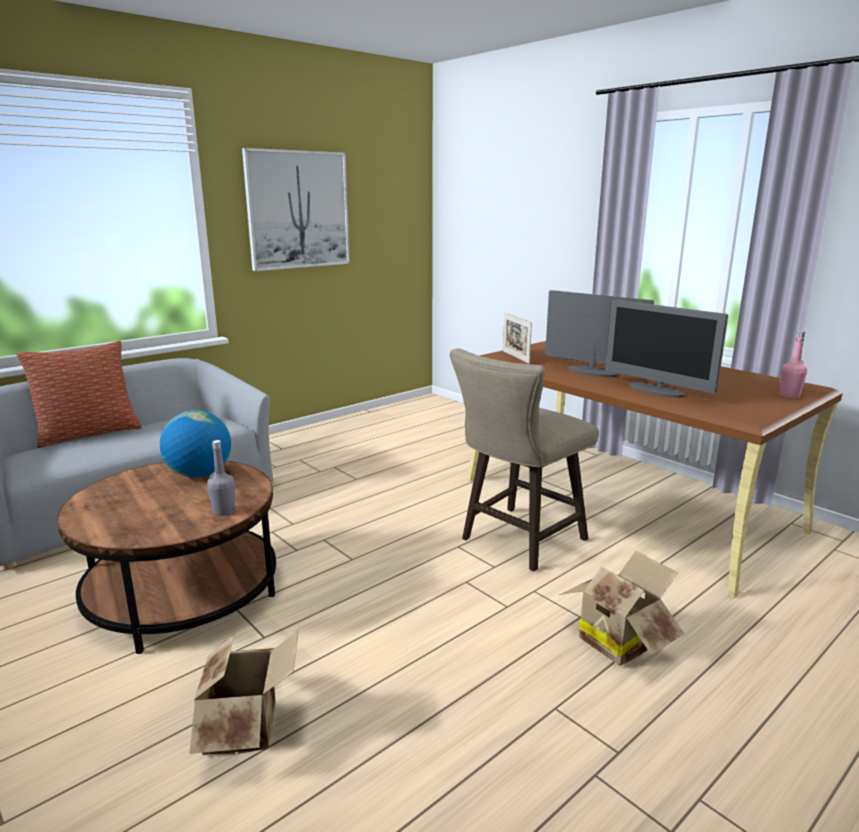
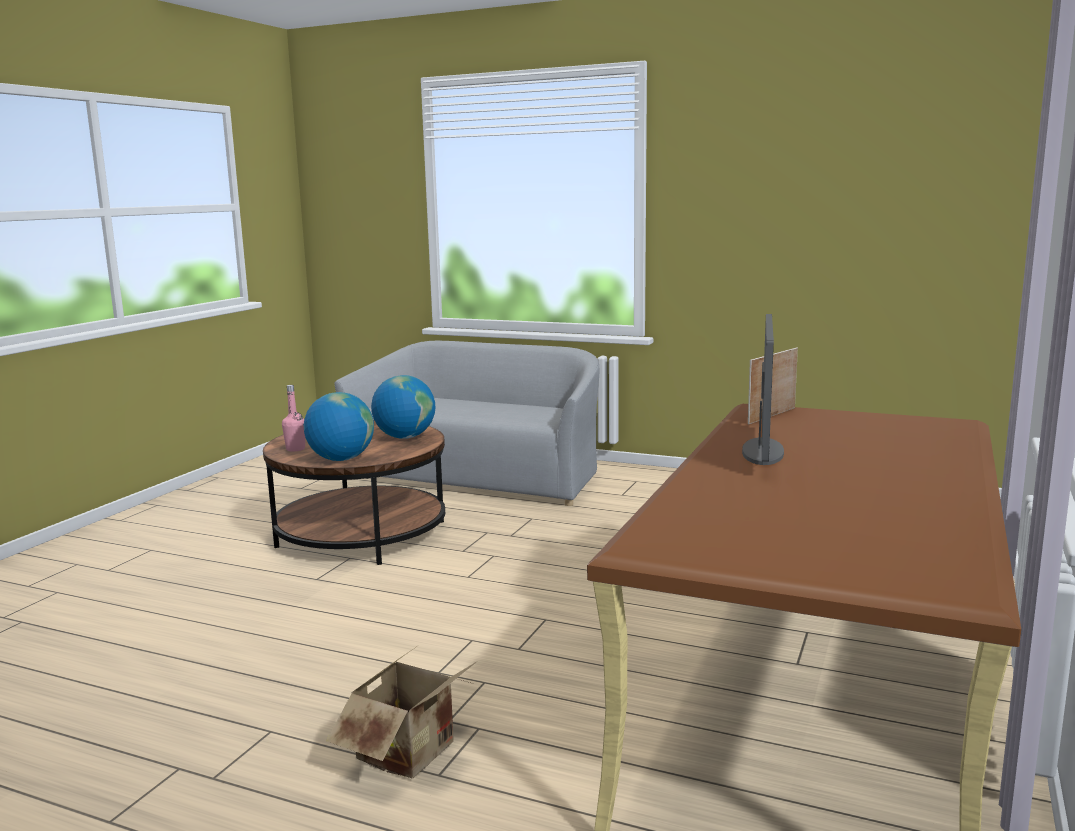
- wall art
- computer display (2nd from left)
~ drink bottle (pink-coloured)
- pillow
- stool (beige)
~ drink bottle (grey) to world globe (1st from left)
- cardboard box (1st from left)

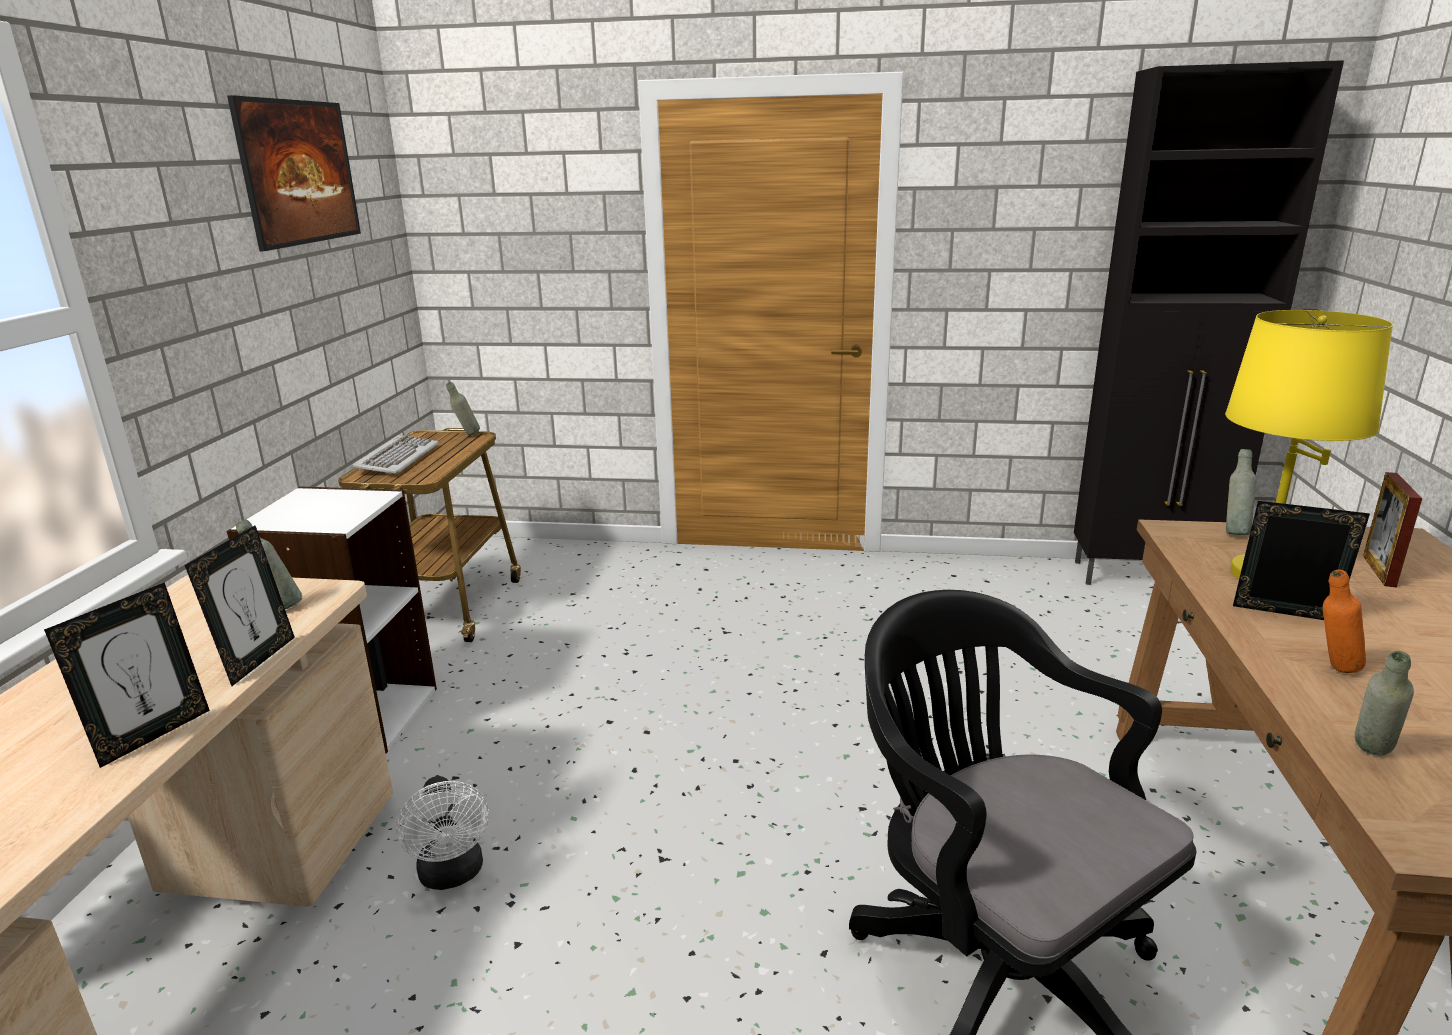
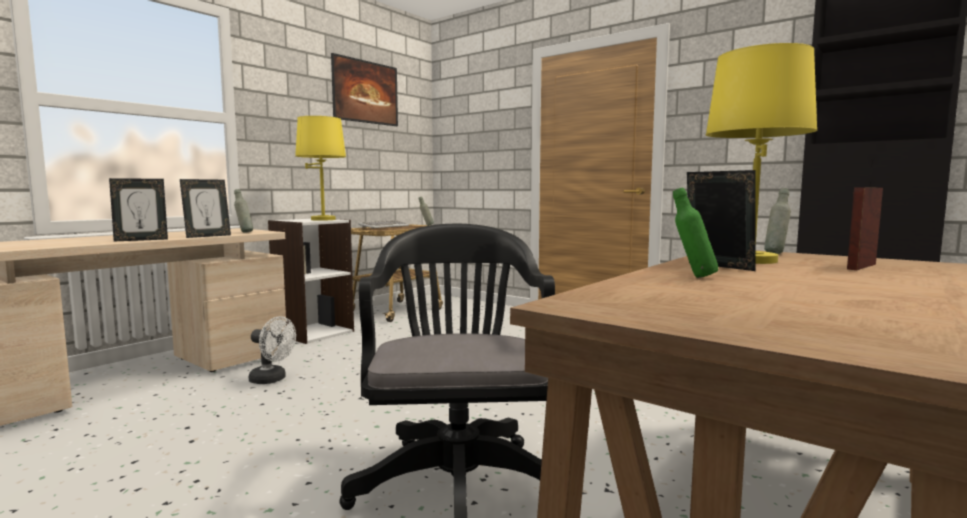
~ drink bottle (orange-coloured) to drink bottle (greenish)
- drink bottle (grey) (4th from left)
~ electric fan (whitish) 75 degrees counterclockwise
+ tabletop lamp (yellowish) (1st from left)

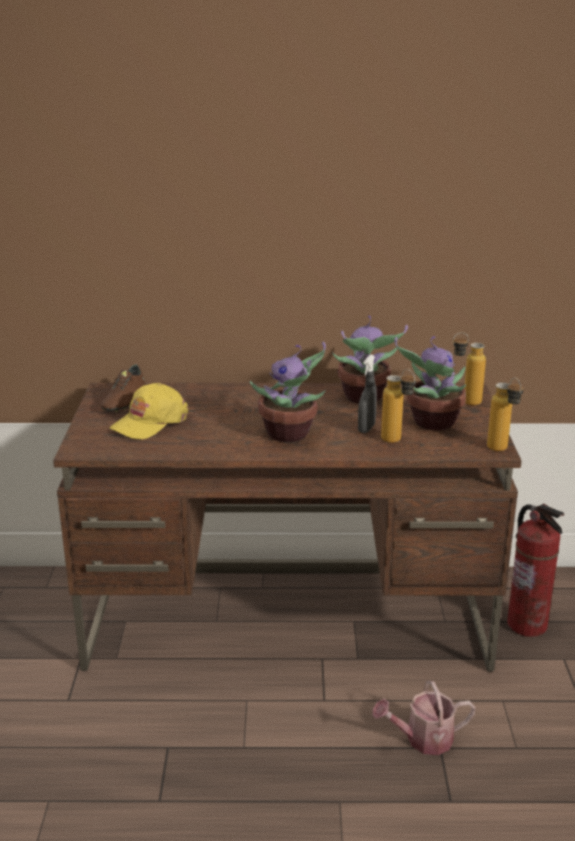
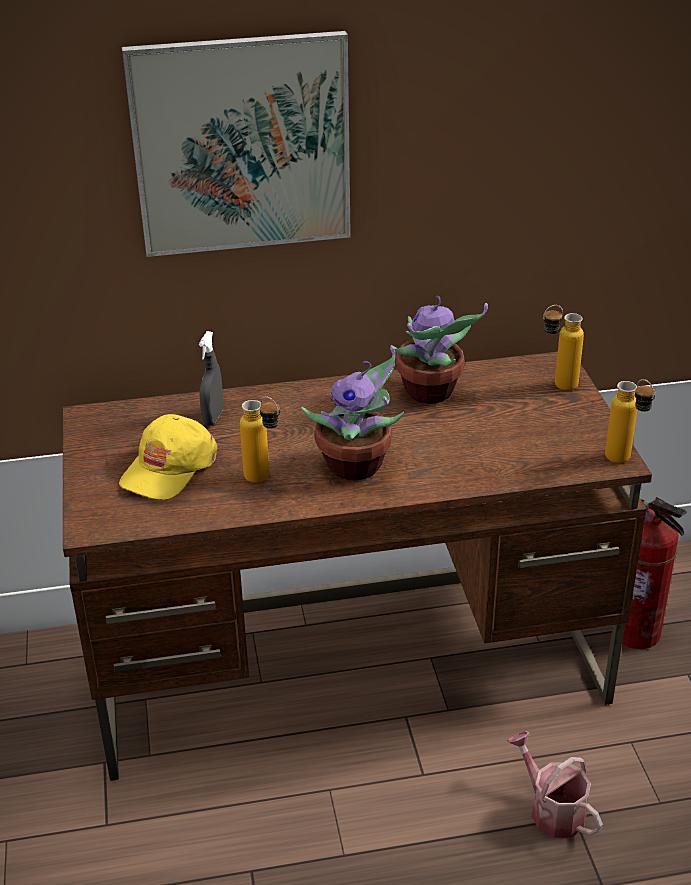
- potted plant (3rd from left)
~ hand sprayer (grey)
- item of footwear (brownish)
~ drink bottle (1st from left)
~ watering pot 75 degrees clockwise
+ wall art

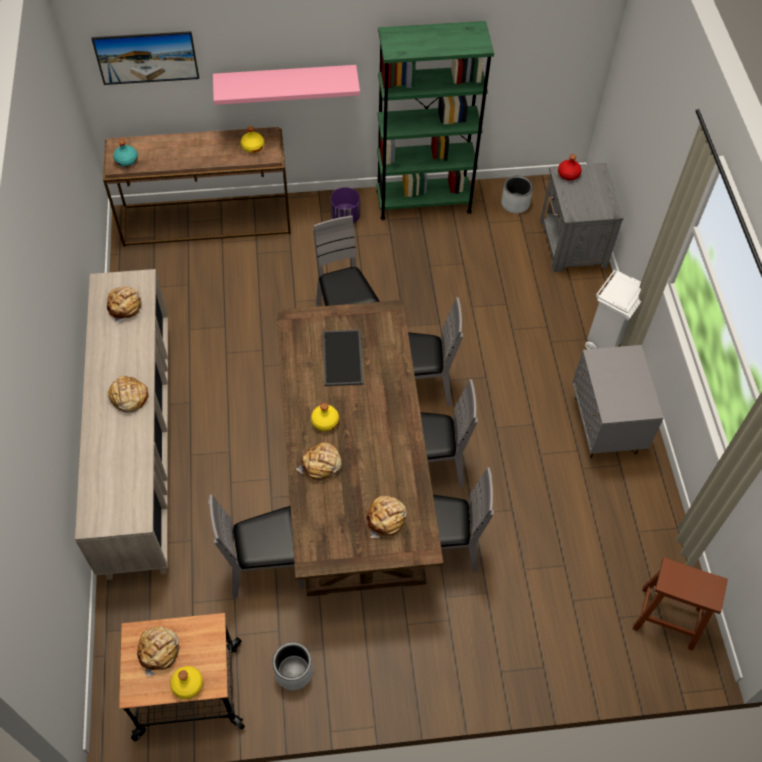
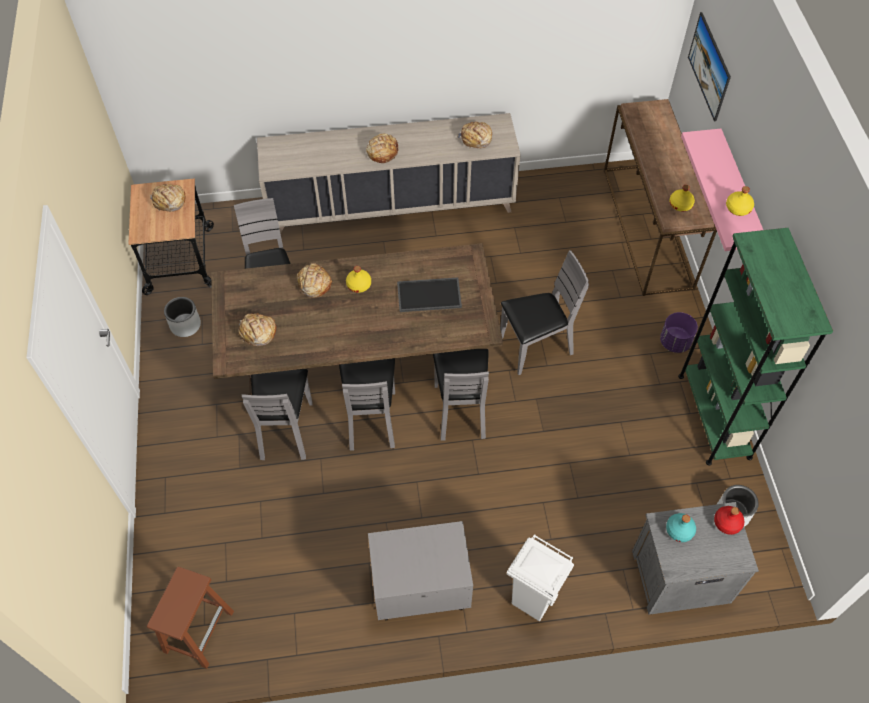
~ drink bottle (blue-green)
~ drink bottle (yellowish) (1st from left in the first image) to drink bottle (yellowish) (3rd from left)

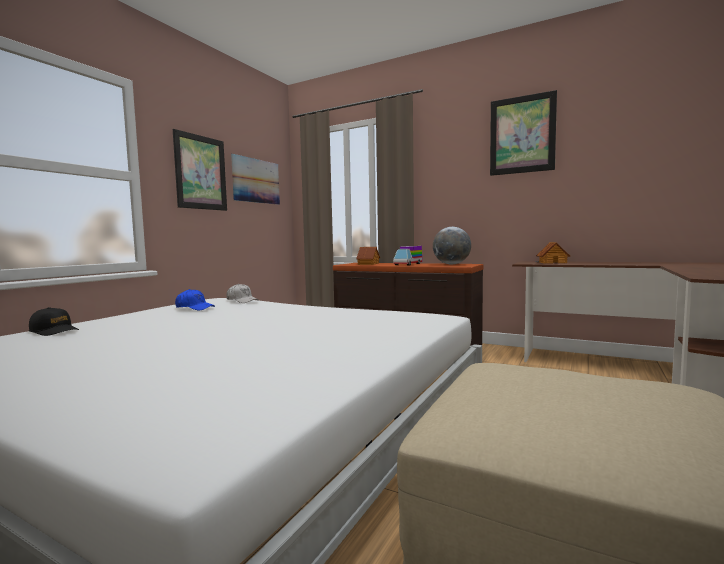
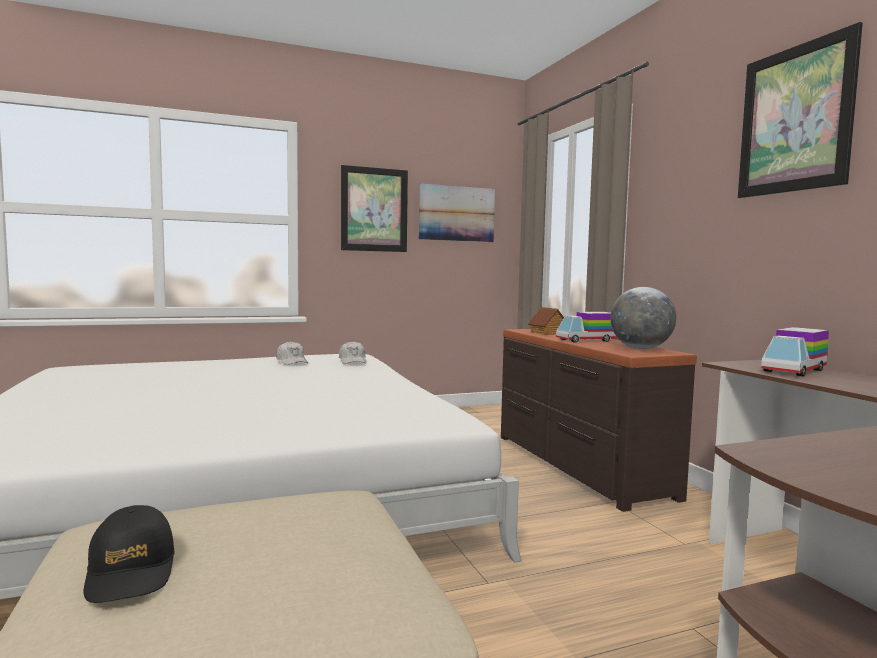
~ miniature house (2nd from left) to model truck (2nd from left)
~ cap (bluish) to cap (whitish) (1st from left)
~ cap (blackish)

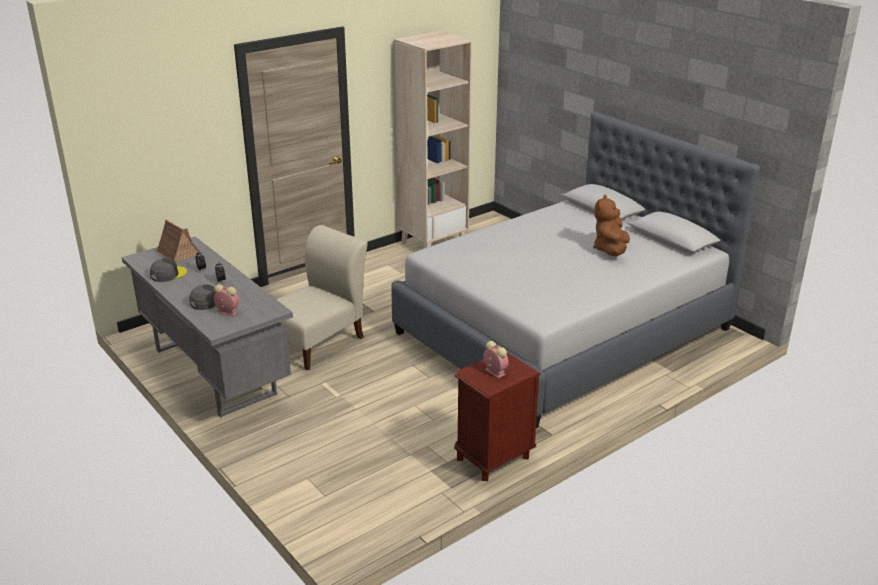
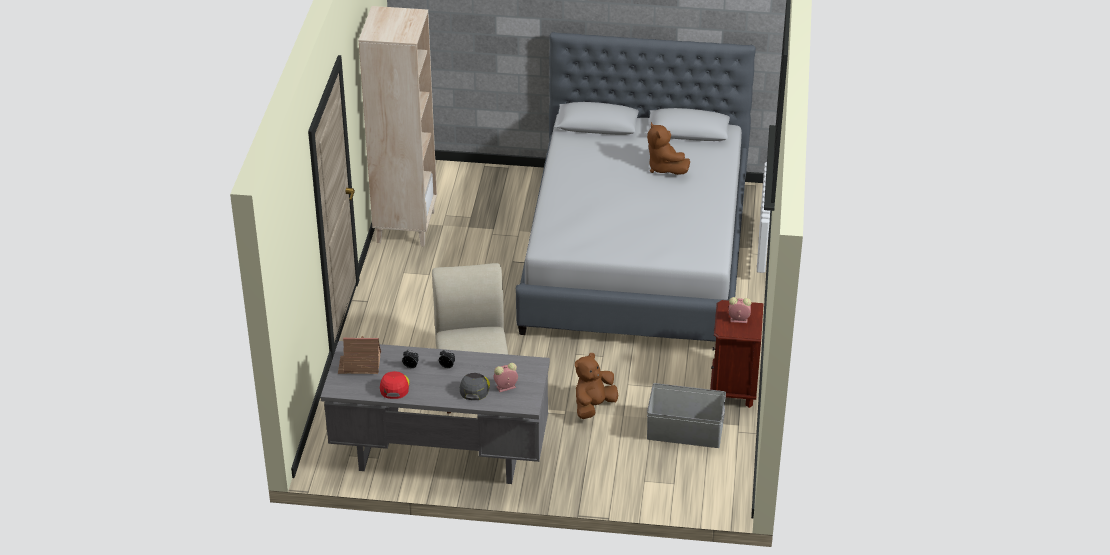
~ cap (grey) (1st from left) to cap (red-coloured)
+ plush toy (brownish) (1st from left)
+ storage container (grey)

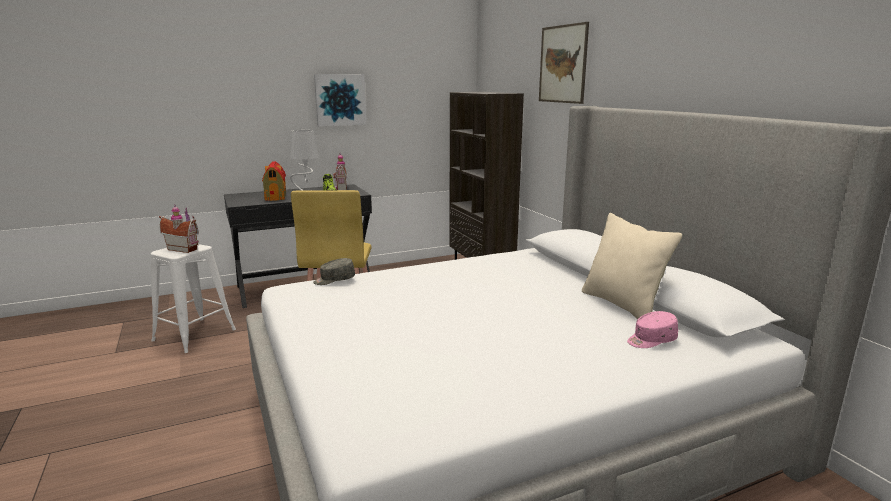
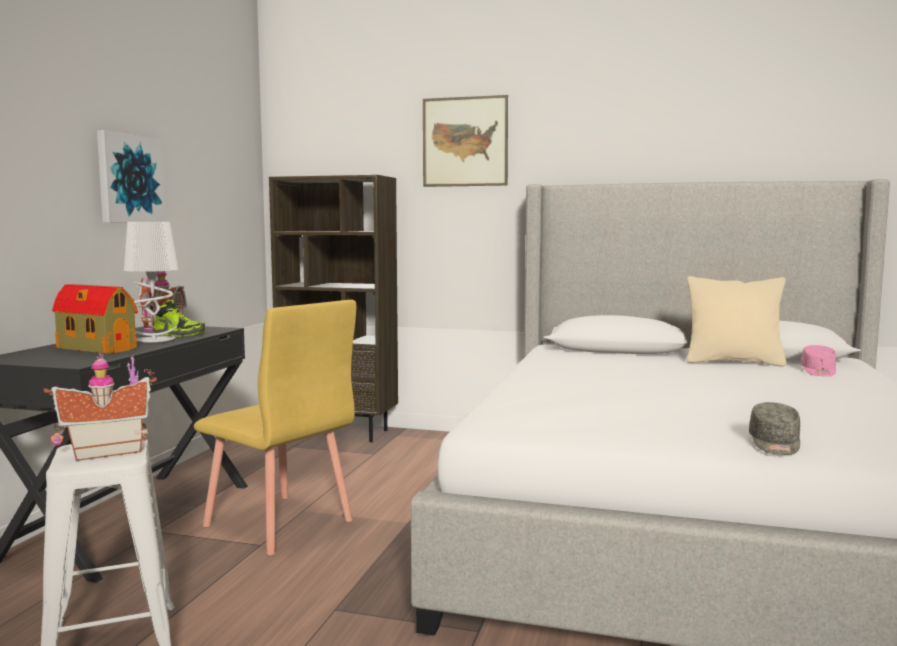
~ cap (grey)

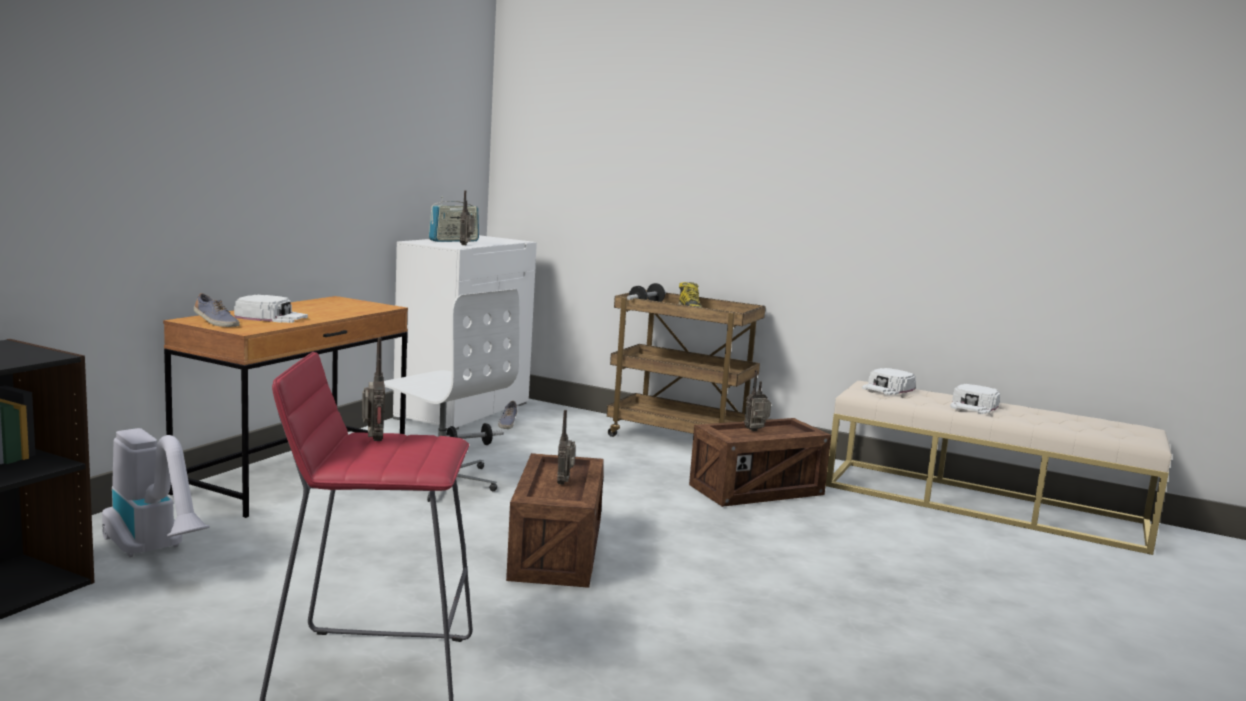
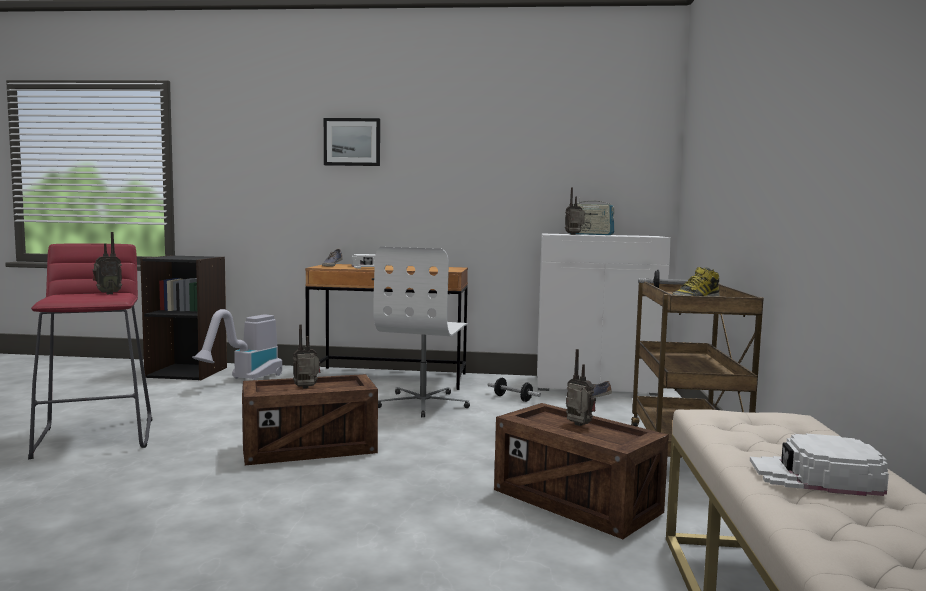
- cap (whitish) (2nd from left)
+ wall art

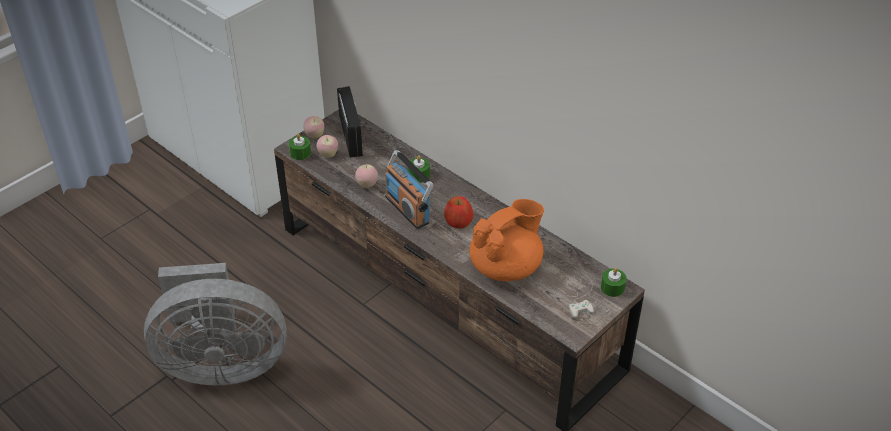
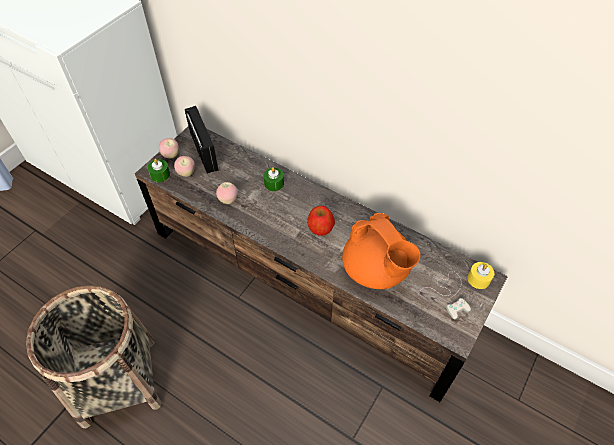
- radio set (2nd from left)
~ pot for tea (orange-coloured) 105 degrees clockwise
~ electric fan (grey) to storage basket
~ wax light (greenish) (3rd from left) to wax light (yellowish)

